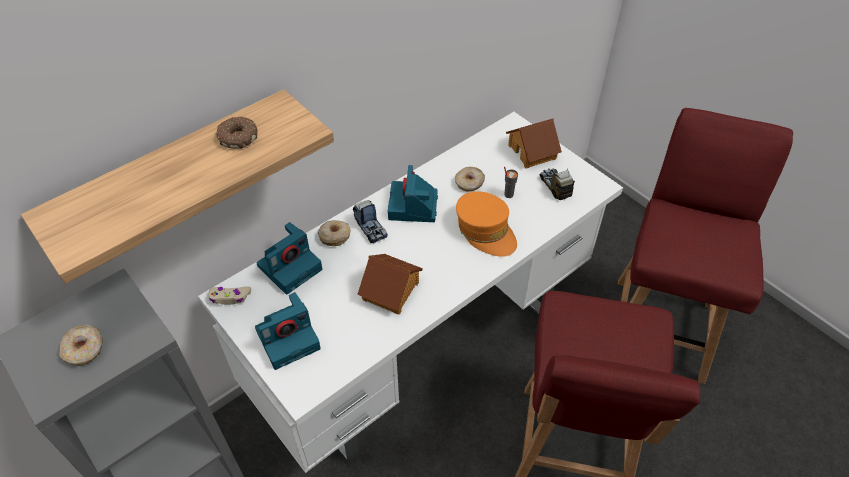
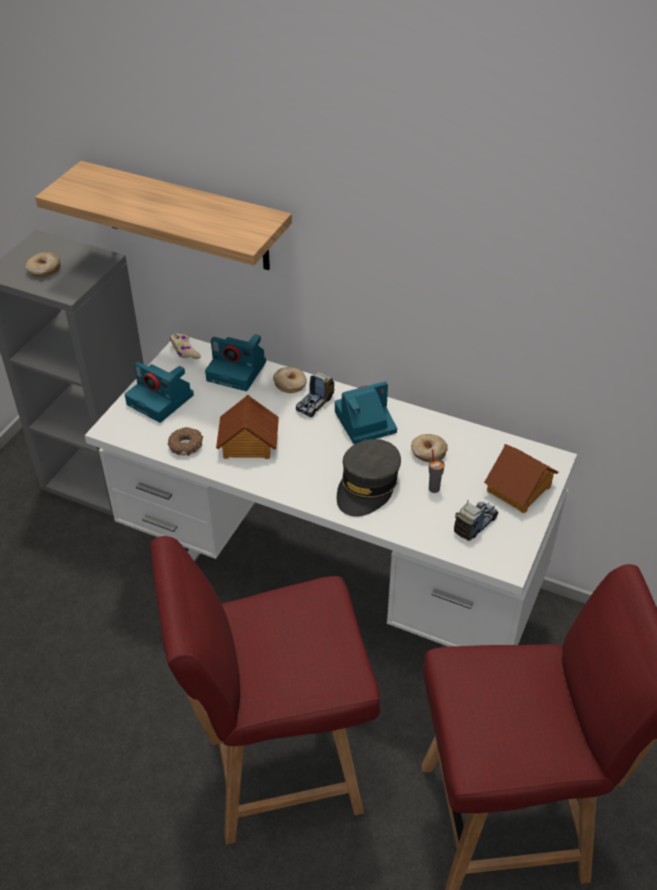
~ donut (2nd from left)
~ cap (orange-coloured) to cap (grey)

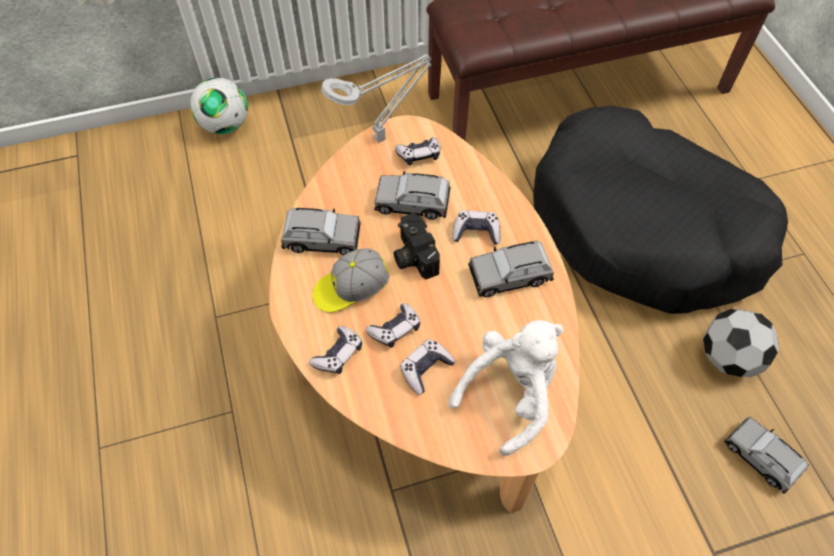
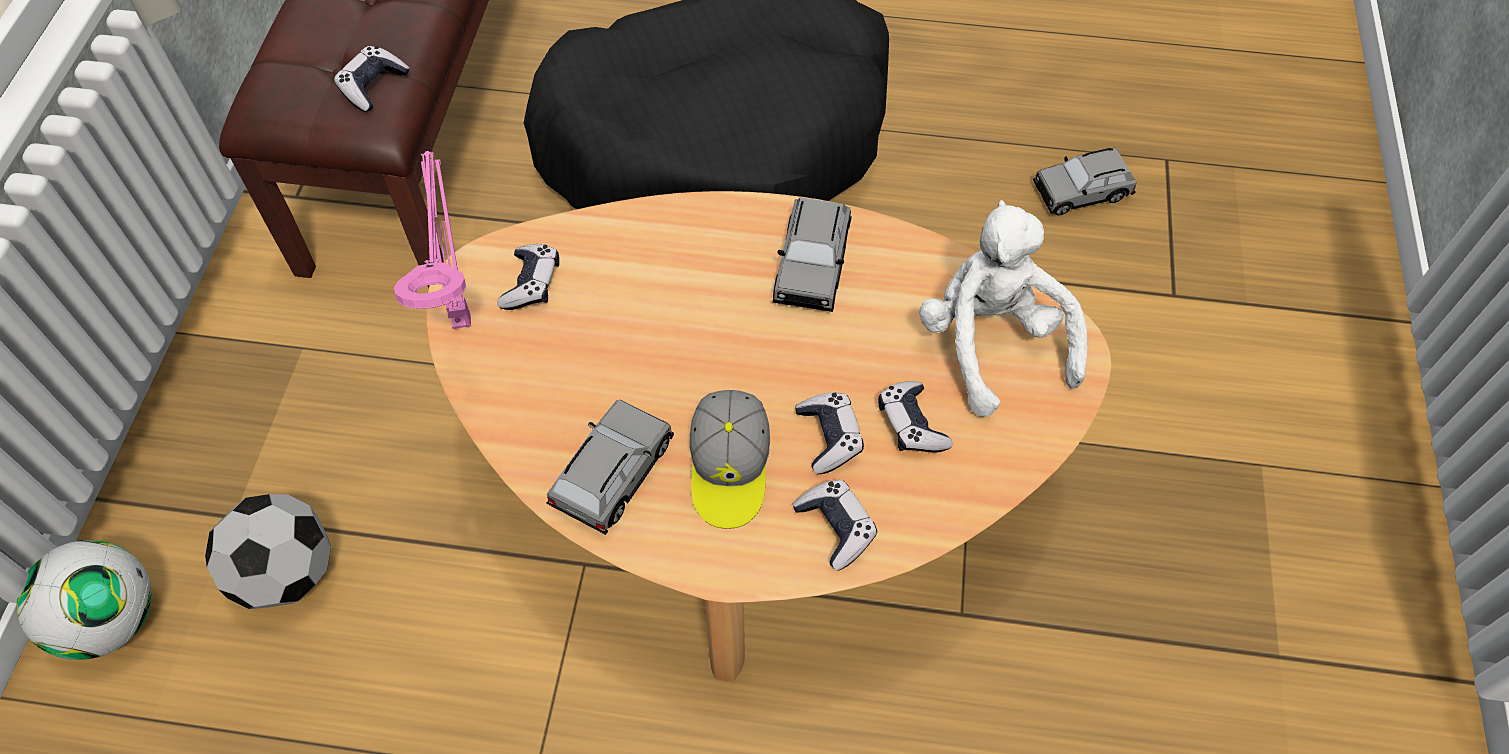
~ tabletop lamp (grey) to tabletop lamp (pink-coloured)
- miniature car (grey) (2nd from left)
~ gamepad (5th from left in the first image) to gamepad (1st from left)
- photo camera
~ football (2nd from left)

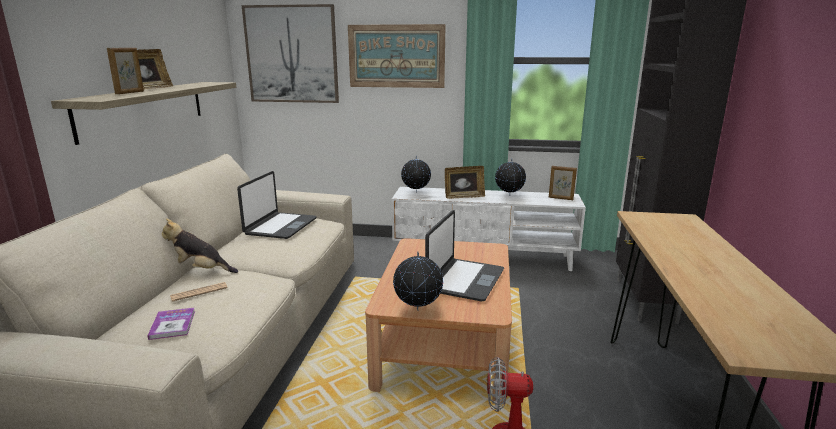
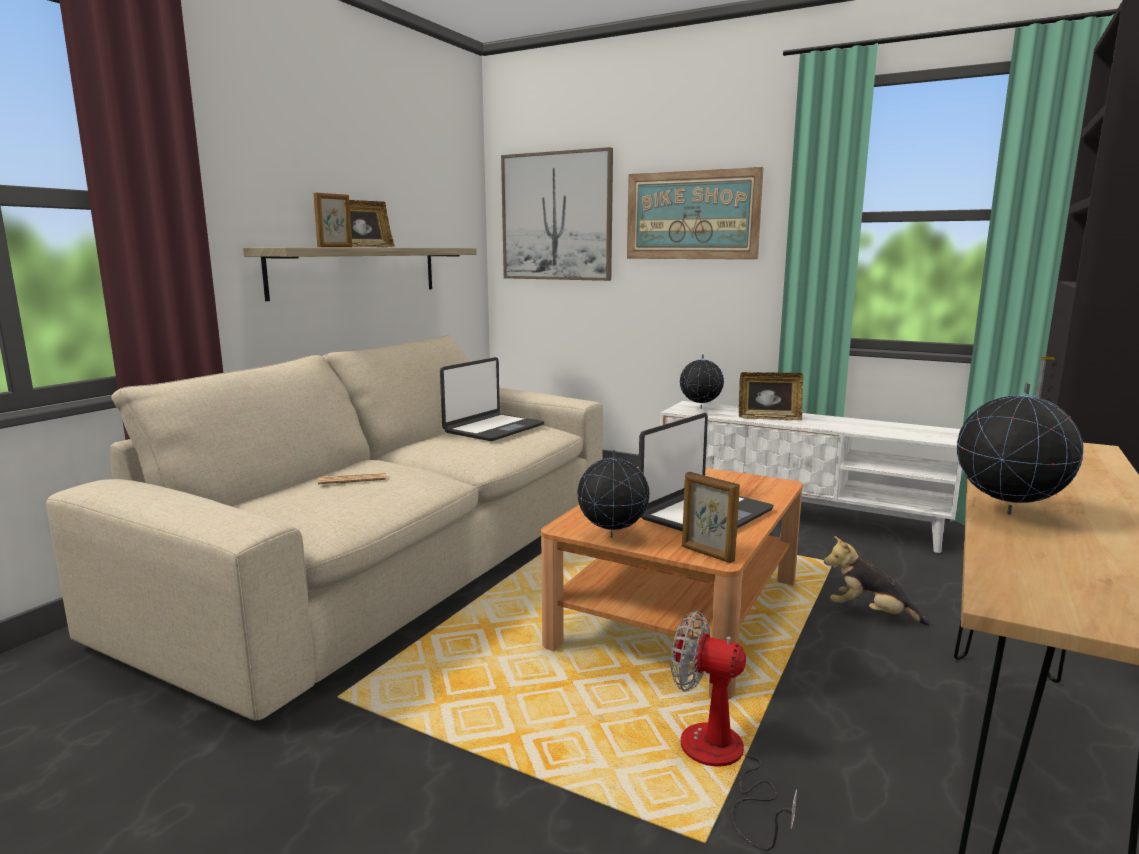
~ world globe (3rd from left)
~ standing frame (4th from left in the first image) to standing frame (3rd from left)
~ plush toy
- bound book

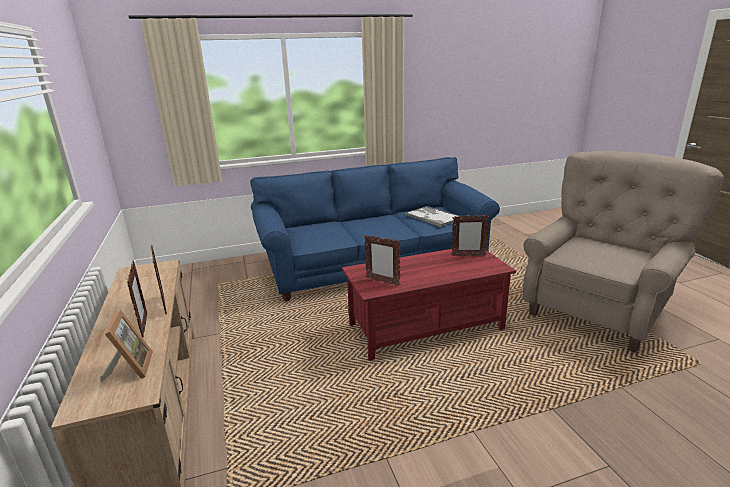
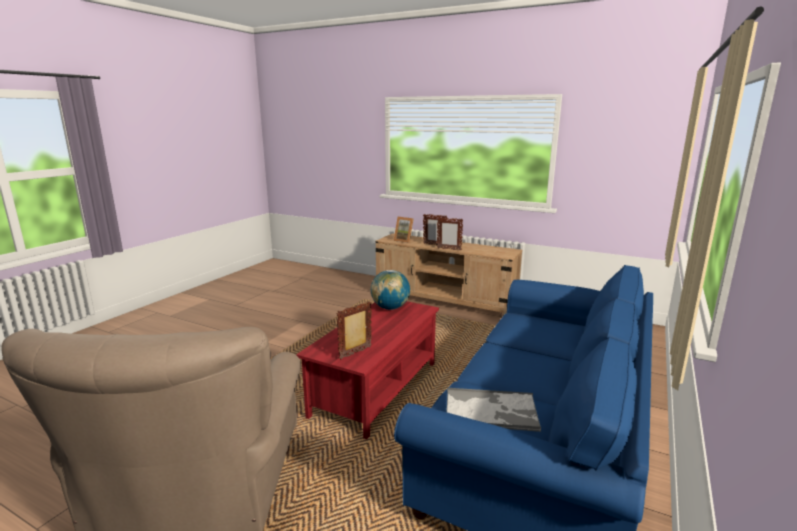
~ standing frame (4th from left) to world globe

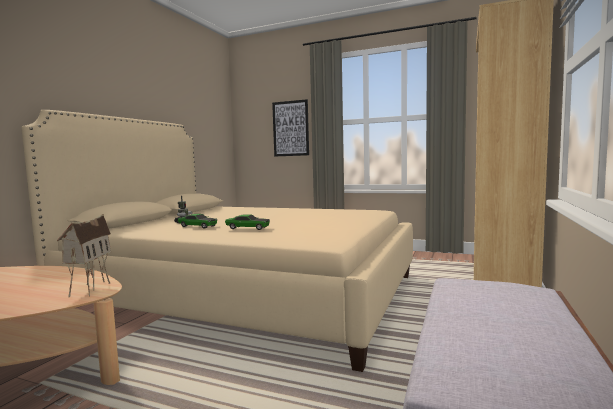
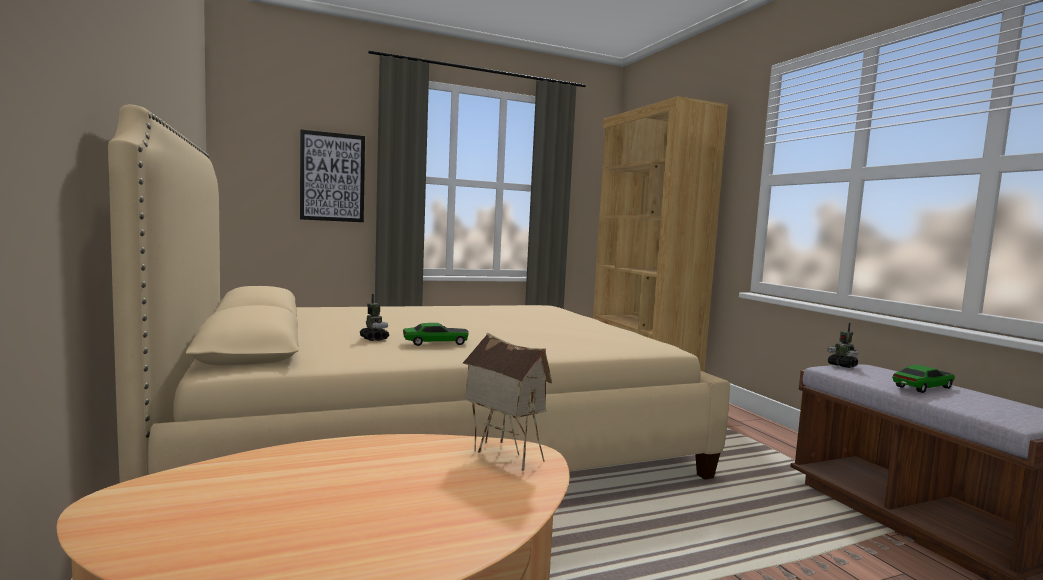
~ miniature car (2nd from left)
+ robot figure (2nd from left)

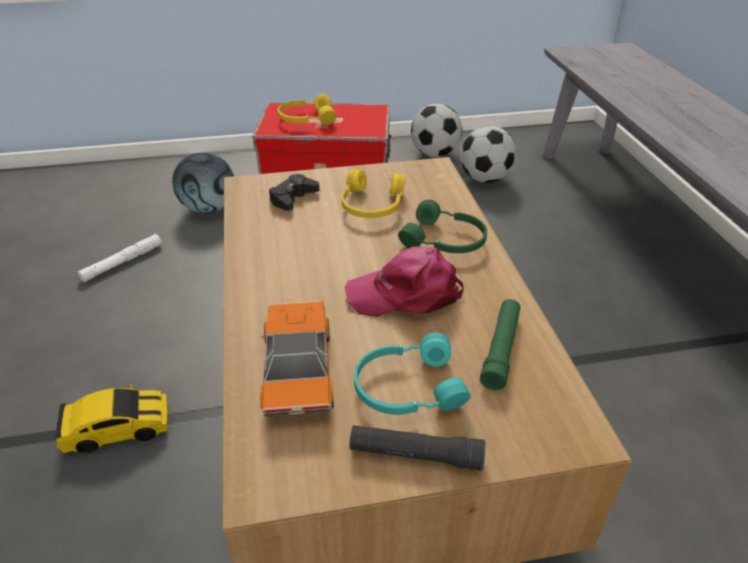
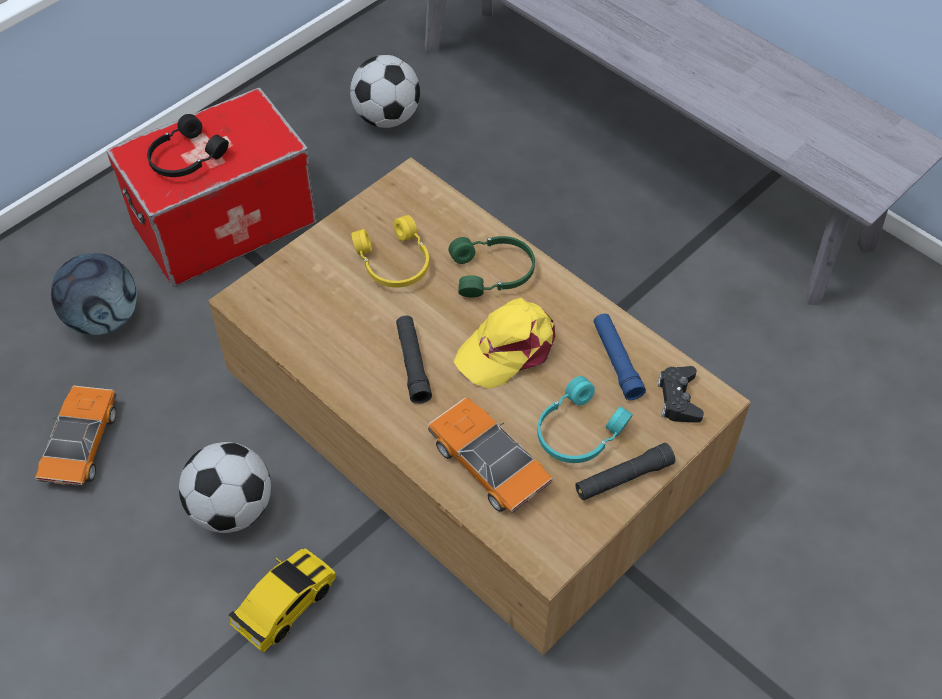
~ headphones (yellowish) (1st from left) to headphones (blackish)
~ football (2nd from left)
~ gamepad (blackish)
~ hand torch (whitish) to miniature car (1st from left)
~ cap (pink-coloured) to cap (yellowish)
~ hand torch (greenish) to hand torch (bluish)
+ hand torch (blackish) (1st from left)

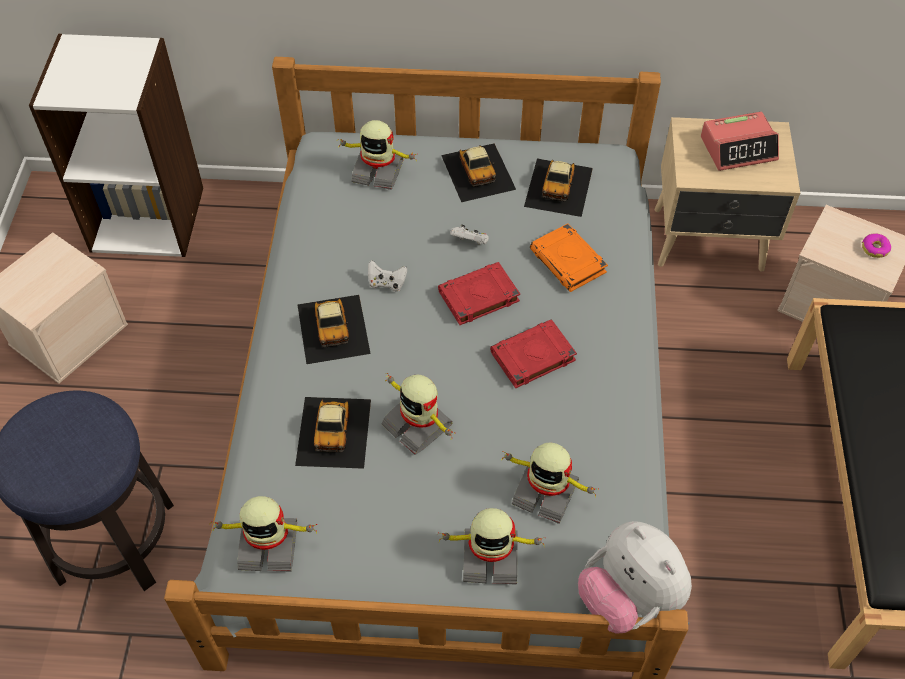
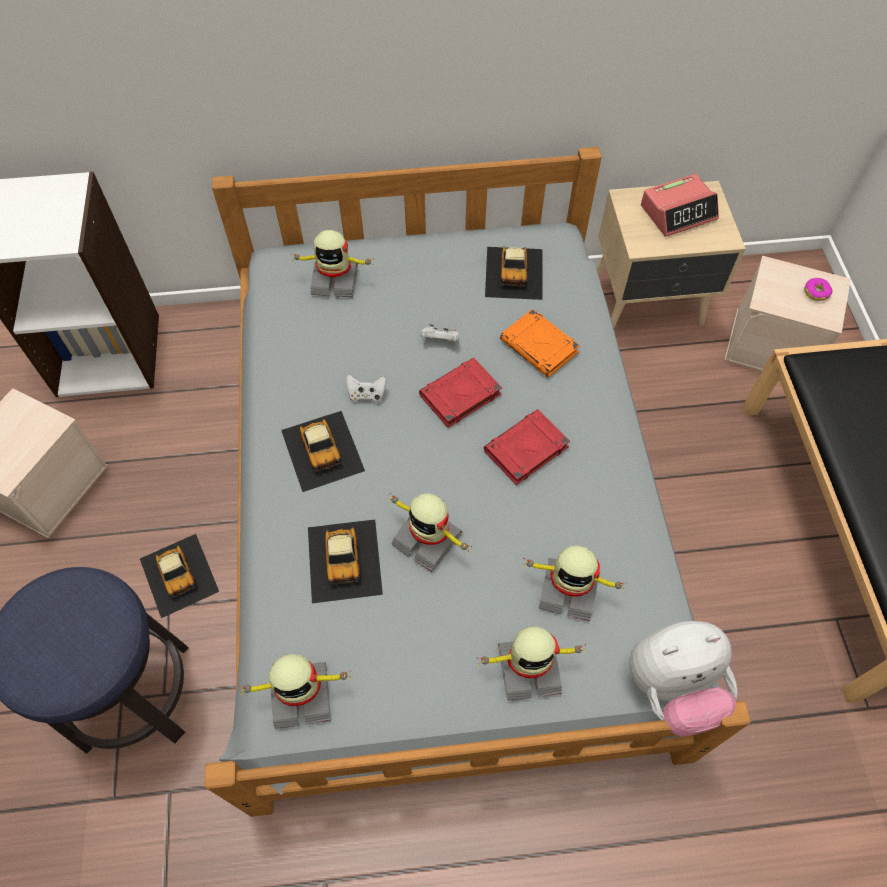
~ miniature car (3rd from left in the first image) to miniature car (1st from left)
~ plush toy 60 degrees counterclockwise

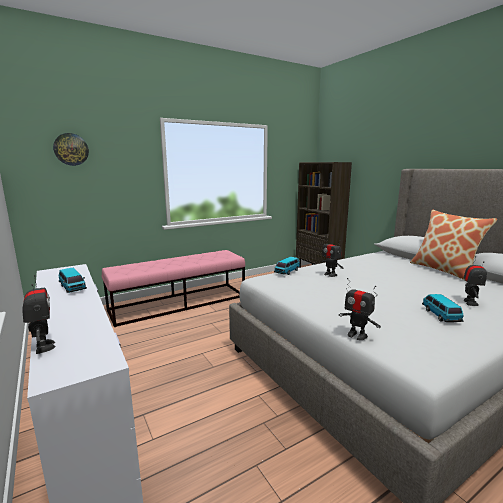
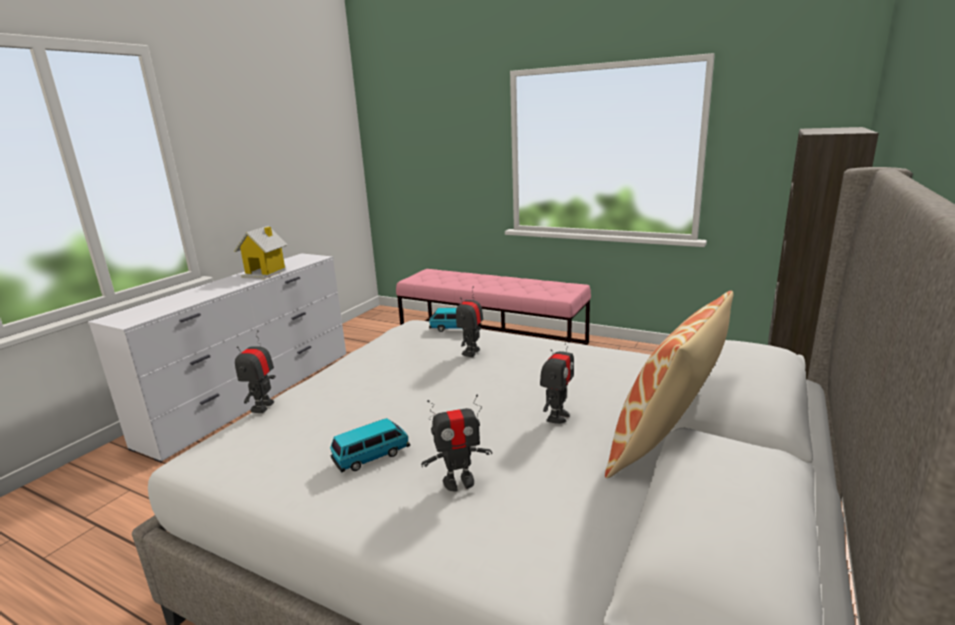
- clock on the wall
~ miniature car (1st from left) to miniature house
~ robot figure (1st from left in the first image) to robot figure (4th from left)

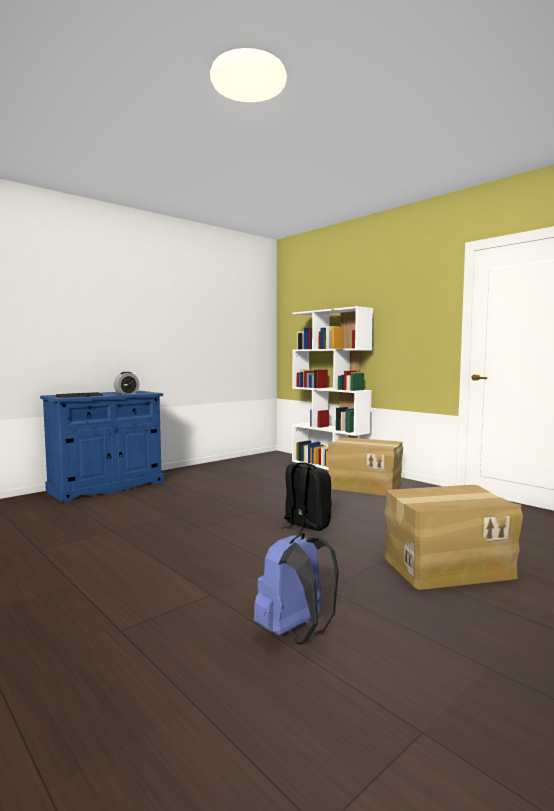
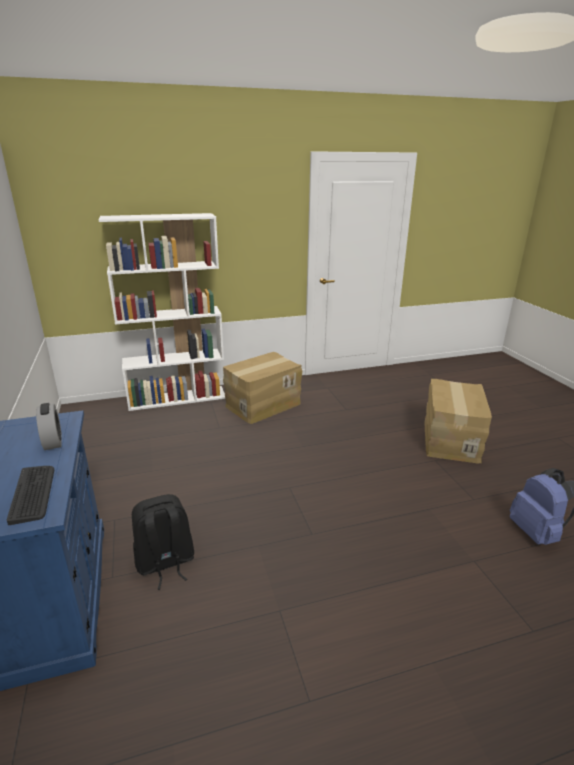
~ knapsack (blackish)

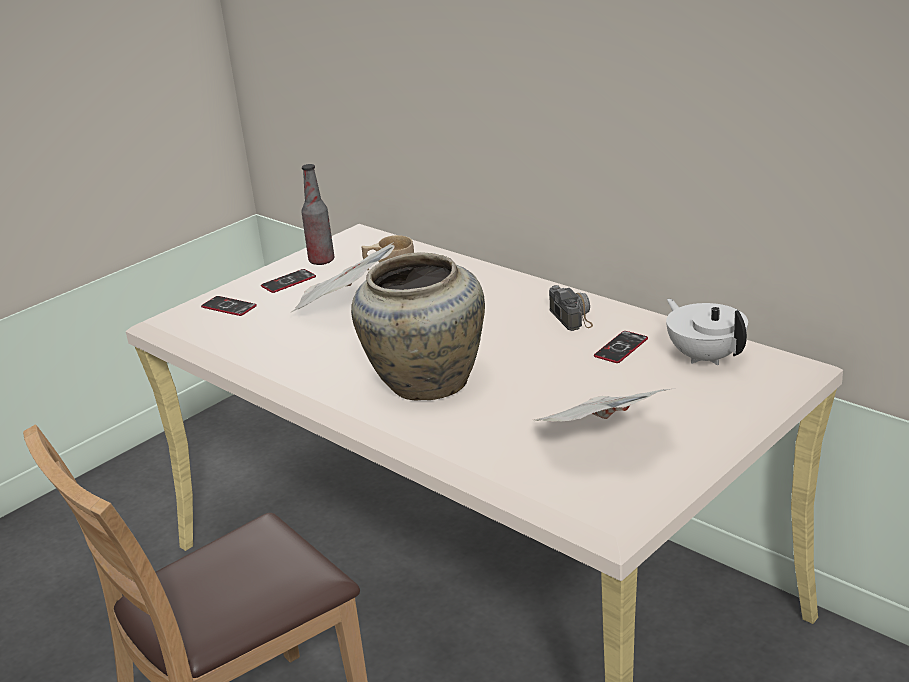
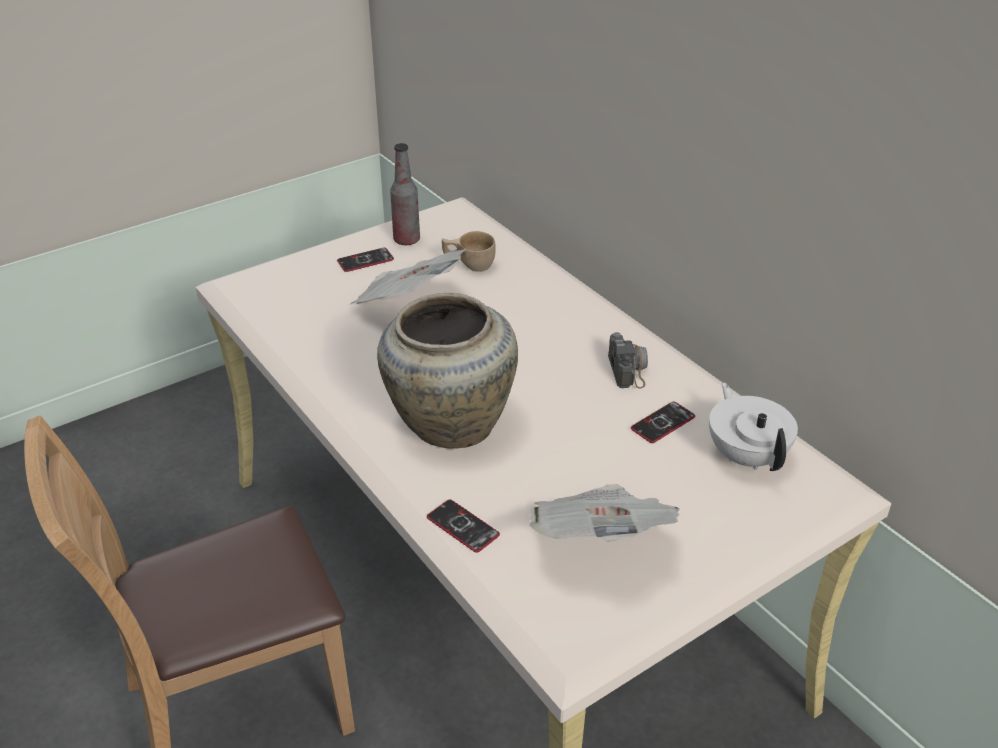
~ phone (1st from left in the first image) to phone (2nd from left)

